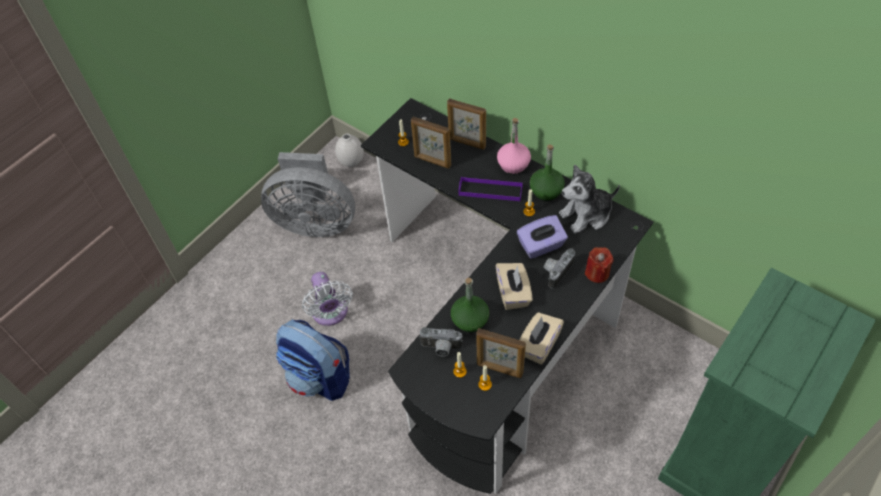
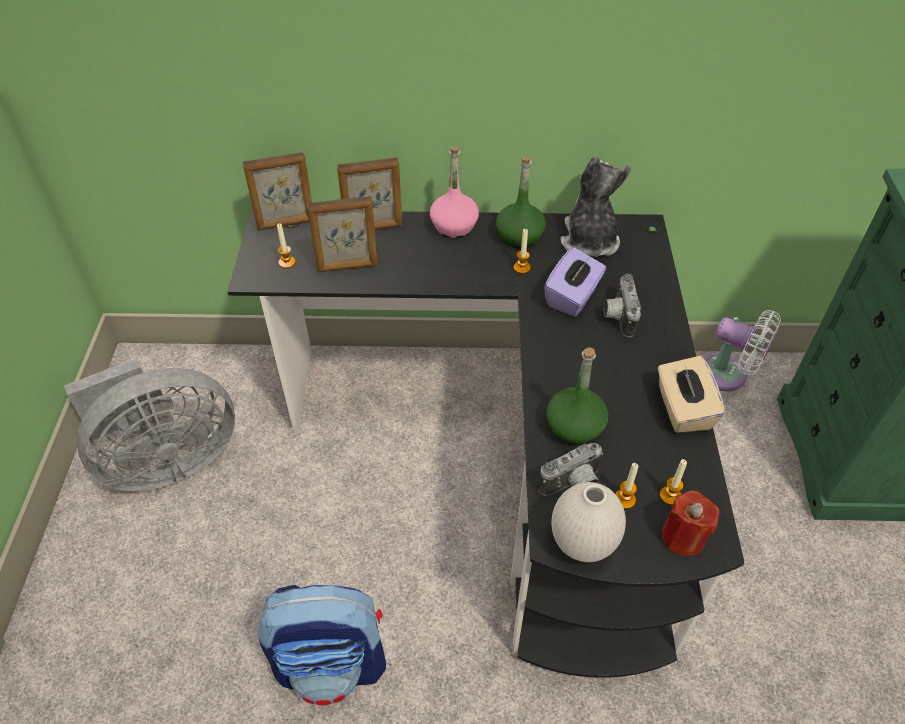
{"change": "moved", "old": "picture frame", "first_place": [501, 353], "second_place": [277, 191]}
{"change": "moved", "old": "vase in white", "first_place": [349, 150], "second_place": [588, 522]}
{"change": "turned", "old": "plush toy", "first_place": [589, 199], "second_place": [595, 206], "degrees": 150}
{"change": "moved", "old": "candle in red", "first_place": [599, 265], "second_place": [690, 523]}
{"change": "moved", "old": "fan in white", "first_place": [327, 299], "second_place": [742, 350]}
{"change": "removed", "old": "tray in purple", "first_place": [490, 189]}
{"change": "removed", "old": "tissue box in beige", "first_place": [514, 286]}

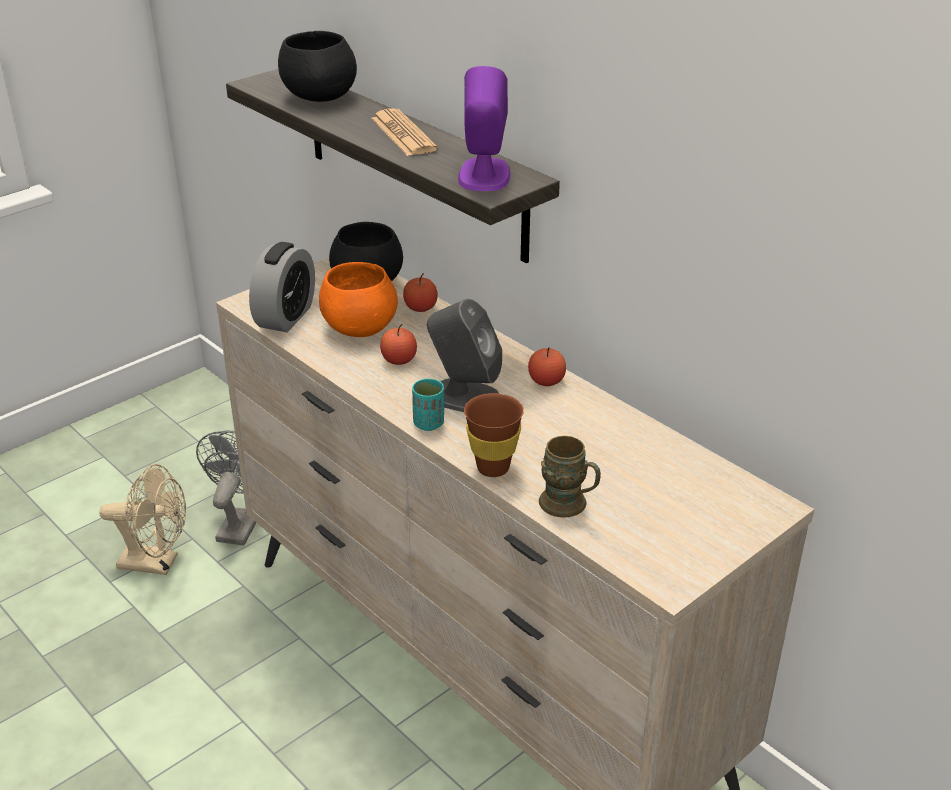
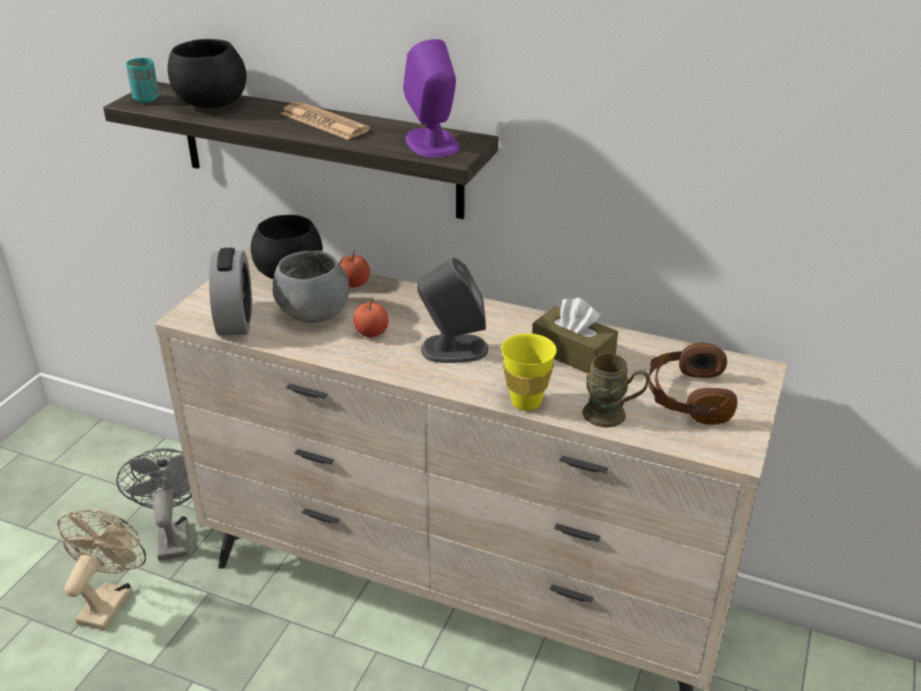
{"change": "turned", "old": "fan in beige", "first_place": [142, 519], "second_place": [101, 569], "degrees": -60}
{"change": "moved", "old": "cup in turquoise", "first_place": [428, 404], "second_place": [142, 80]}
{"change": "recoloured", "old": "bowl in orange", "new": "bowl in grey", "first_place": [358, 299], "second_place": [311, 286]}
{"change": "recoloured", "old": "cup in brown", "new": "cup in yellow", "first_place": [494, 435], "second_place": [529, 372]}
{"change": "added", "new": "tissue box in brown", "second_place": [575, 336]}
{"change": "added", "new": "headphones in brown", "second_place": [692, 384]}
{"change": "removed", "old": "apple", "first_place": [547, 366]}

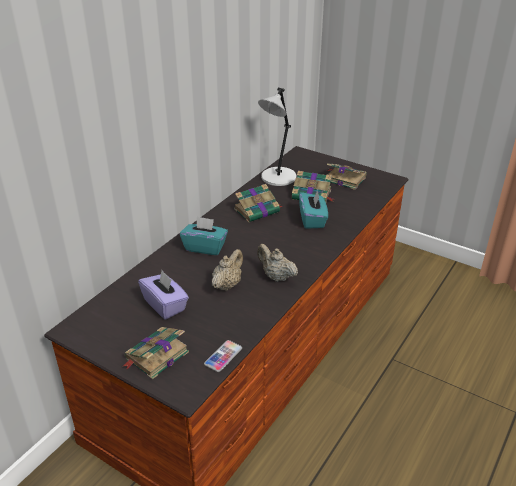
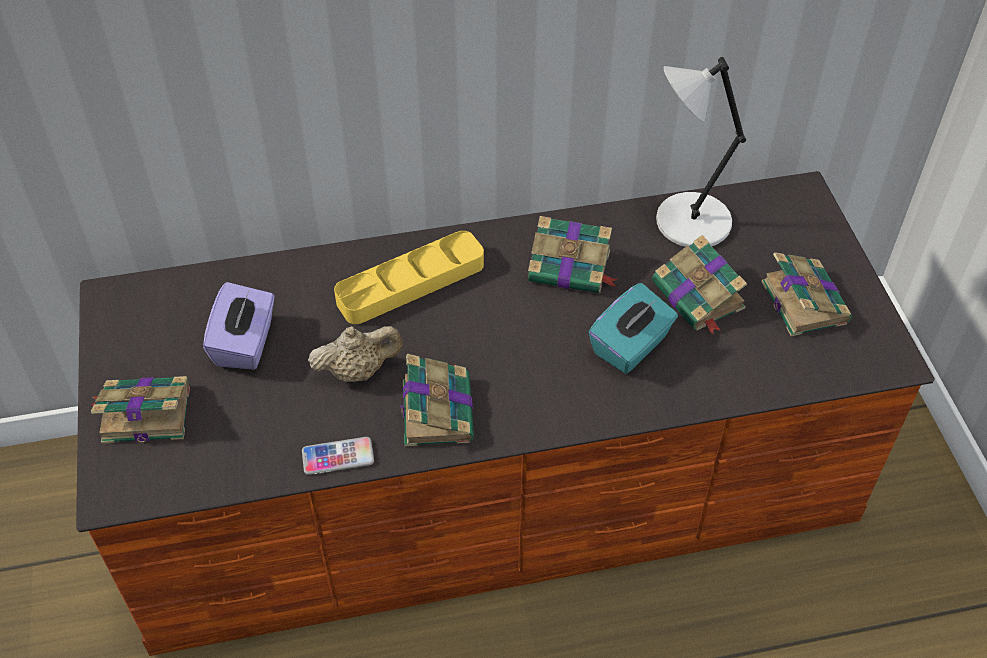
{"change": "moved", "old": "phone", "first_place": [223, 356], "second_place": [338, 456]}
{"change": "replaced", "old": "tissue box in turquoise", "new": "tray in yellow", "first_place": [204, 236], "second_place": [409, 277]}
{"change": "replaced", "old": "teapot in beige", "new": "book", "first_place": [277, 263], "second_place": [437, 400]}

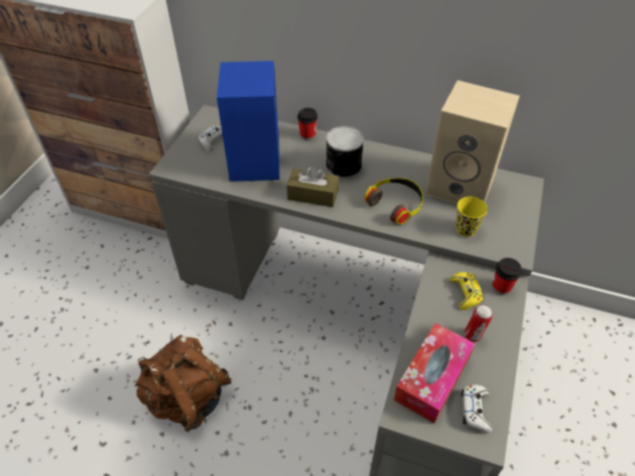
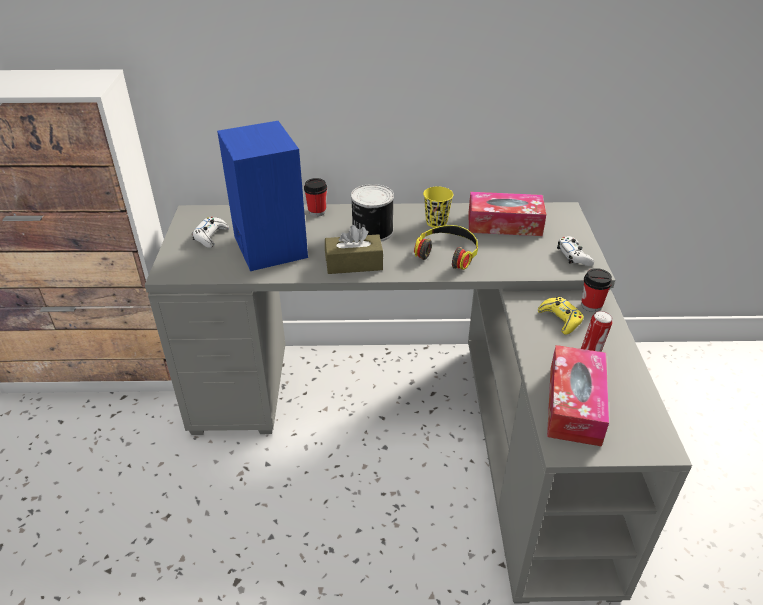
{"change": "moved", "old": "cup in yellow", "first_place": [472, 217], "second_place": [438, 207]}
{"change": "replaced", "old": "speaker in beige", "new": "tissue box", "first_place": [472, 142], "second_place": [507, 214]}
{"change": "moved", "old": "game controller in white", "first_place": [477, 409], "second_place": [575, 251]}
{"change": "removed", "old": "backpack in brown", "first_place": [183, 383]}

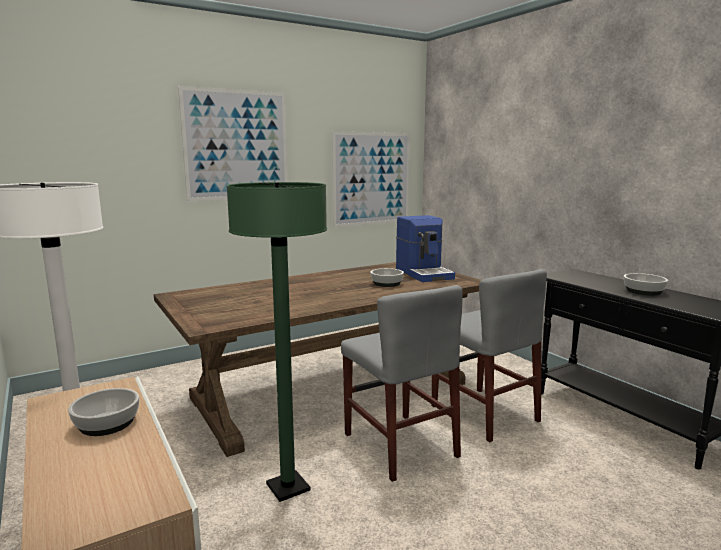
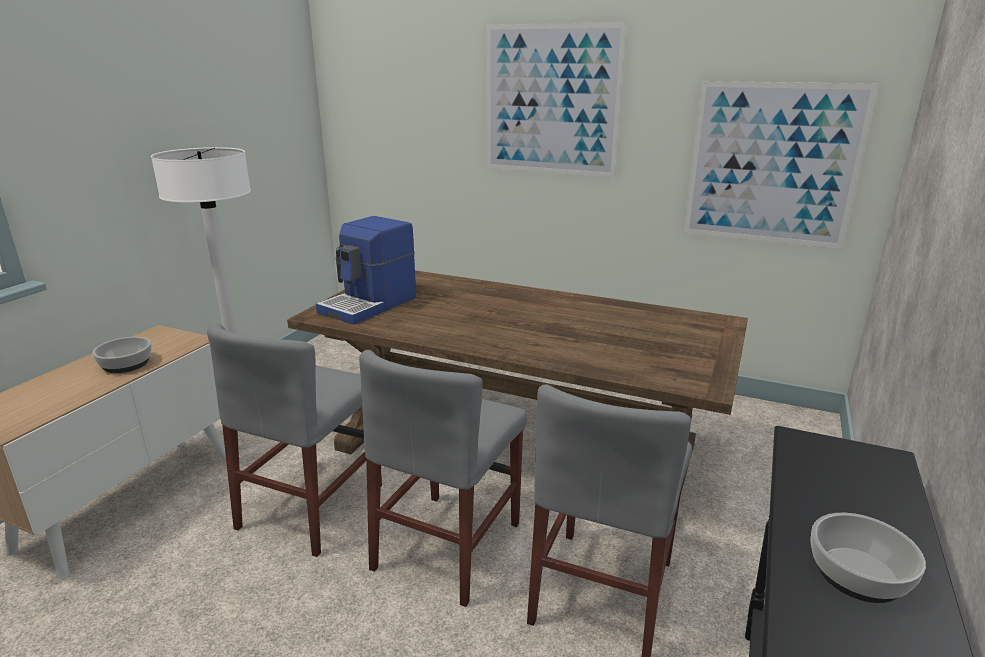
{"change": "replaced", "old": "floor lamp in green", "new": "chair in grey", "first_place": [276, 342], "second_place": [294, 440]}
{"change": "moved", "old": "coffee machine", "first_place": [425, 248], "second_place": [366, 270]}
{"change": "removed", "old": "bowl", "first_place": [387, 277]}

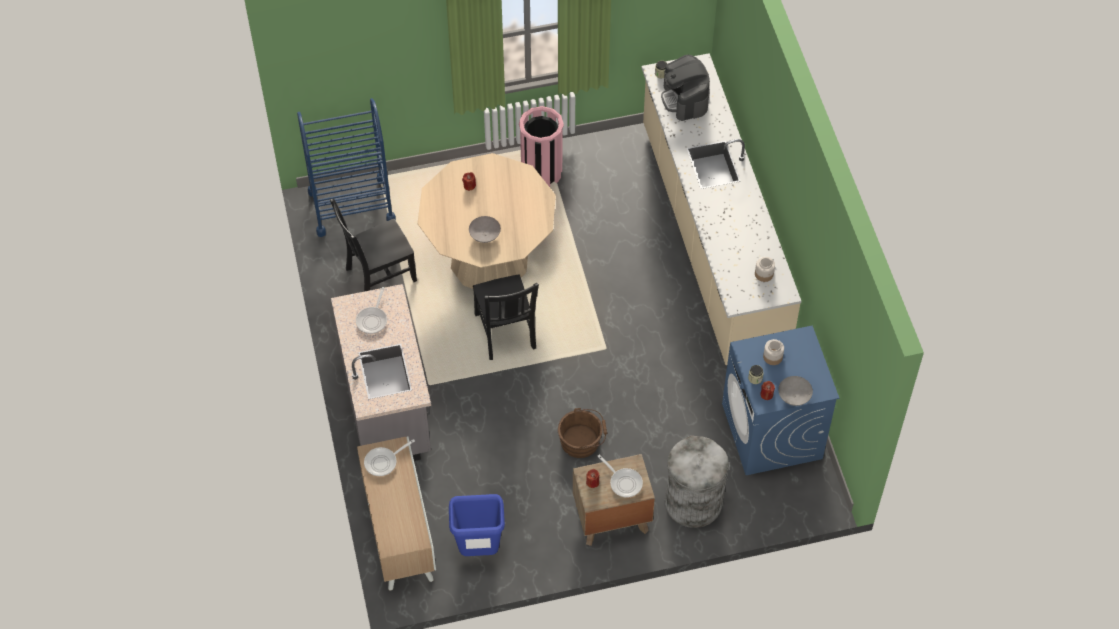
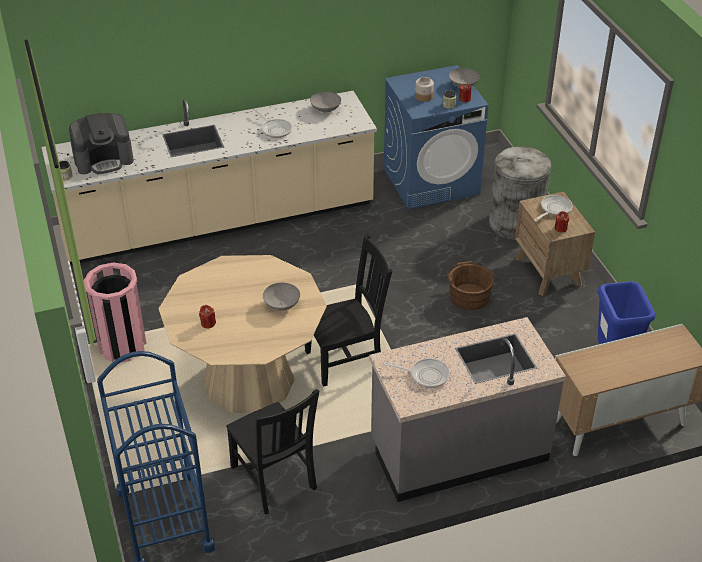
{"change": "moved", "old": "frying pan", "first_place": [389, 457], "second_place": [273, 123]}
{"change": "replaced", "old": "jar", "new": "bowl in grey", "first_place": [765, 269], "second_place": [325, 101]}

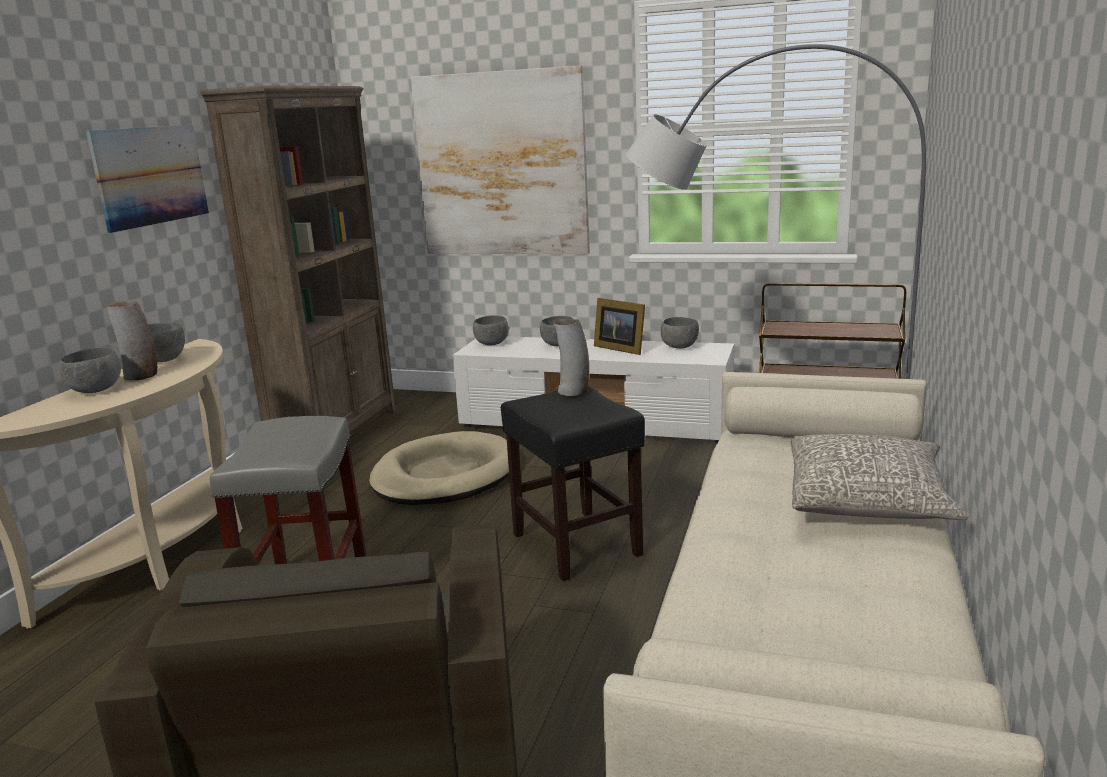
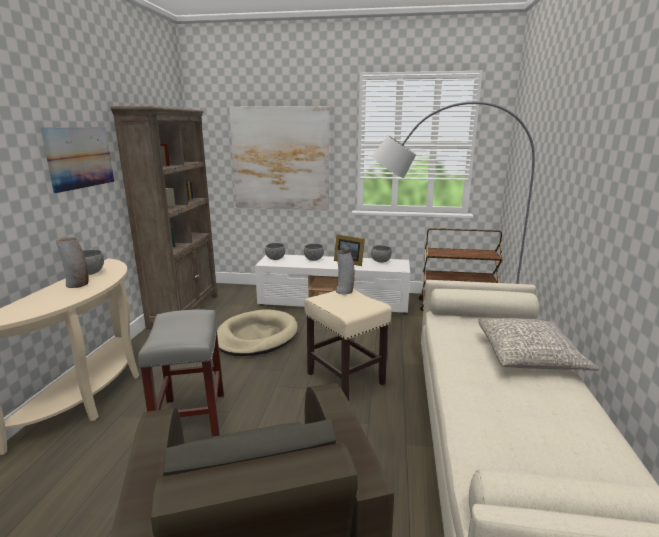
{"change": "recoloured", "old": "stool in black", "new": "stool in beige", "first_place": [573, 483], "second_place": [347, 345]}
{"change": "removed", "old": "bowl in grey", "first_place": [90, 370]}

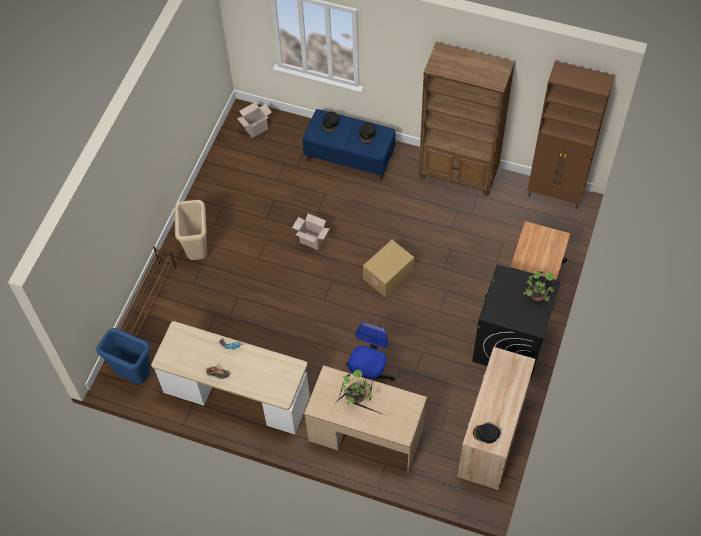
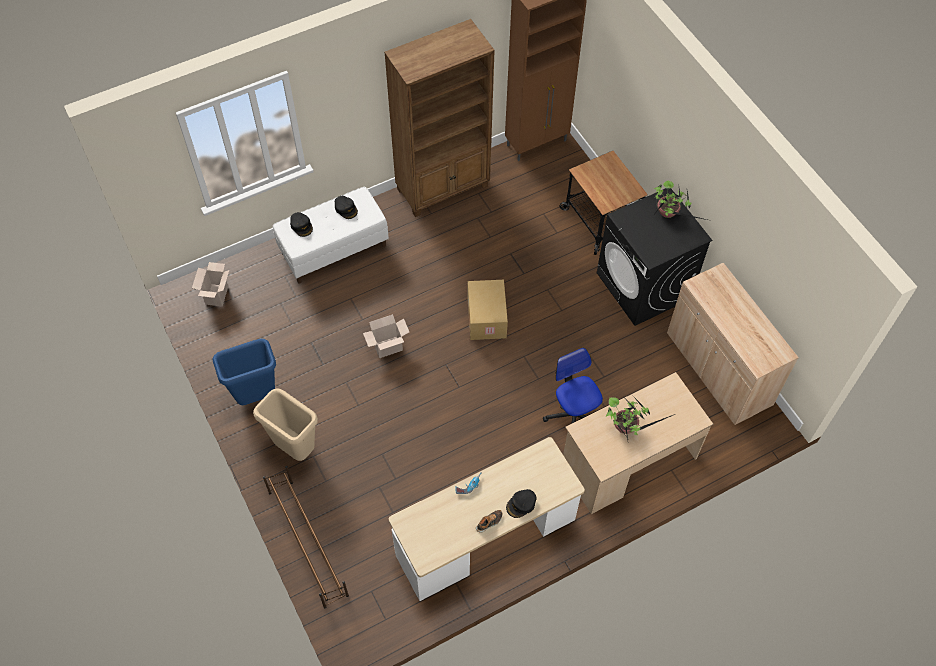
{"change": "moved", "old": "trash can in blue", "first_place": [123, 356], "second_place": [244, 372]}
{"change": "recoloured", "old": "bench in blue", "new": "bench in white", "first_place": [349, 145], "second_place": [331, 235]}
{"change": "moved", "old": "cap in black", "first_place": [486, 433], "second_place": [521, 503]}

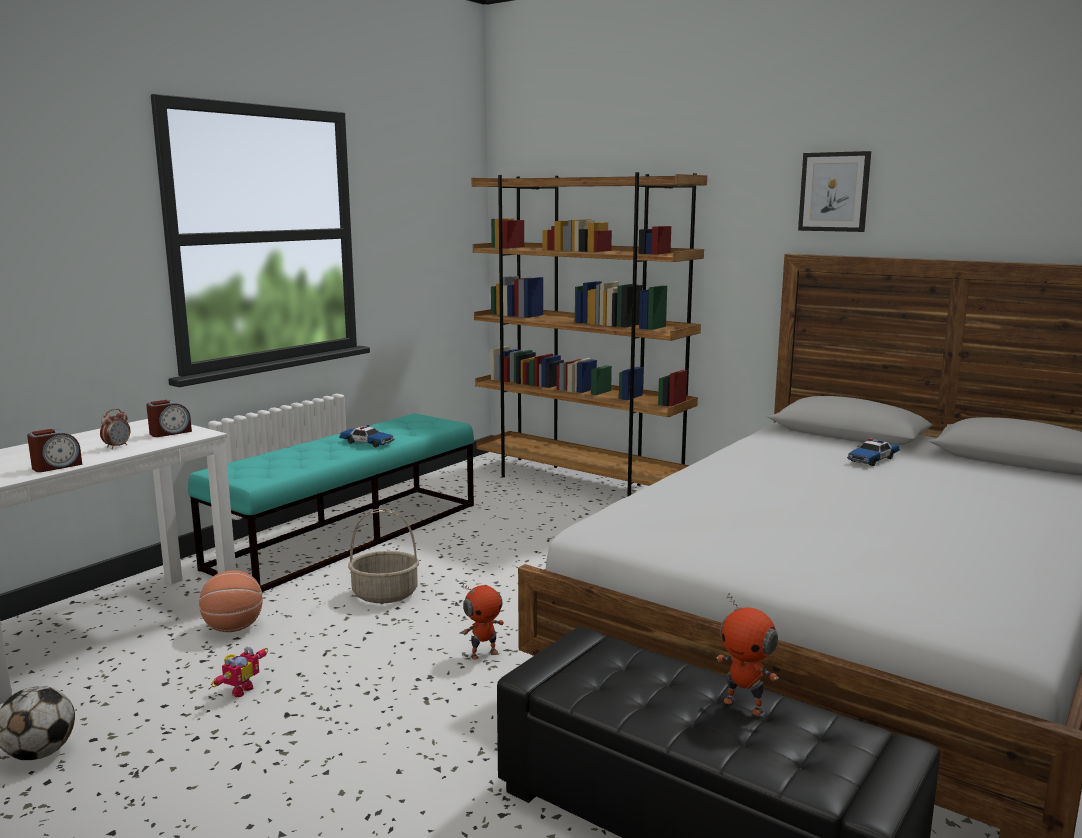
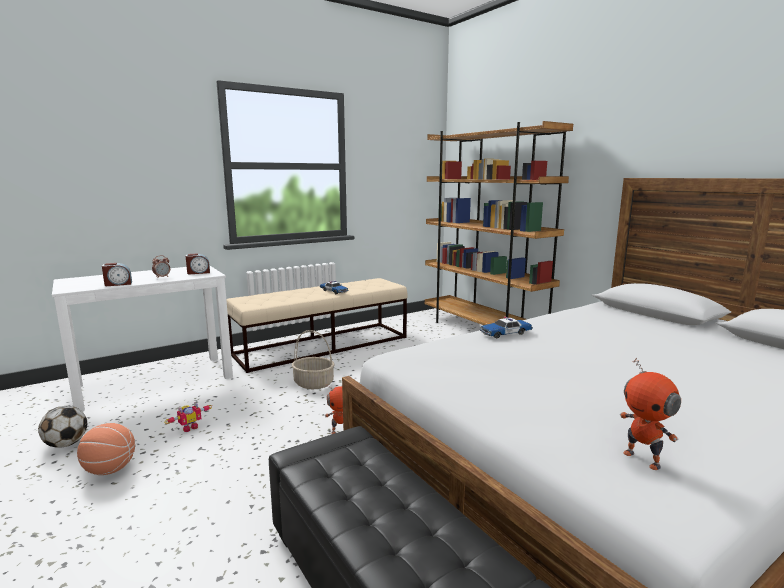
{"change": "moved", "old": "basketball", "first_place": [231, 601], "second_place": [106, 449]}
{"change": "recoloured", "old": "bench in turquoise", "new": "bench in beige", "first_place": [331, 503], "second_place": [317, 325]}
{"change": "moved", "old": "toy car", "first_place": [873, 452], "second_place": [506, 327]}
{"change": "moved", "old": "toy robot", "first_place": [747, 654], "second_place": [650, 414]}
{"change": "removed", "old": "picture", "first_place": [834, 191]}

